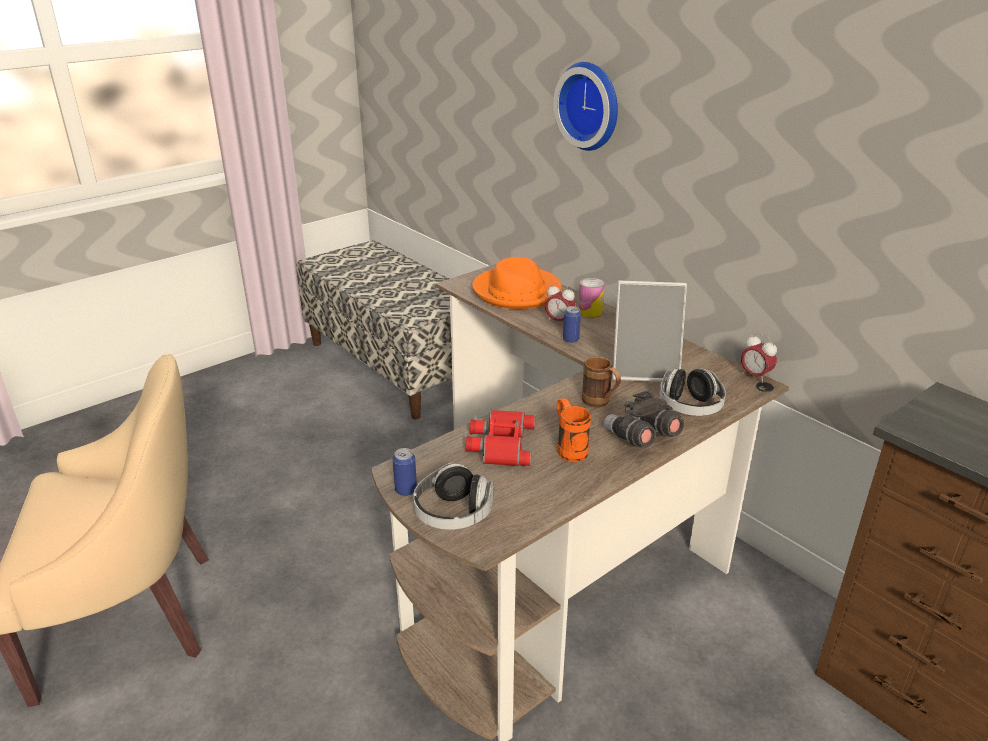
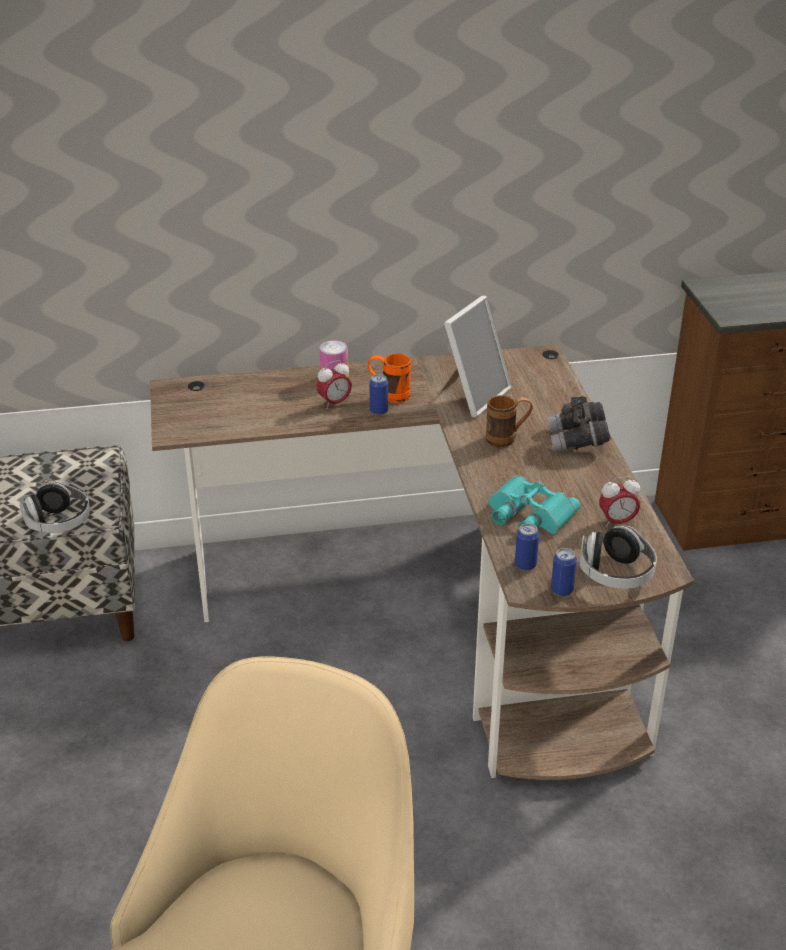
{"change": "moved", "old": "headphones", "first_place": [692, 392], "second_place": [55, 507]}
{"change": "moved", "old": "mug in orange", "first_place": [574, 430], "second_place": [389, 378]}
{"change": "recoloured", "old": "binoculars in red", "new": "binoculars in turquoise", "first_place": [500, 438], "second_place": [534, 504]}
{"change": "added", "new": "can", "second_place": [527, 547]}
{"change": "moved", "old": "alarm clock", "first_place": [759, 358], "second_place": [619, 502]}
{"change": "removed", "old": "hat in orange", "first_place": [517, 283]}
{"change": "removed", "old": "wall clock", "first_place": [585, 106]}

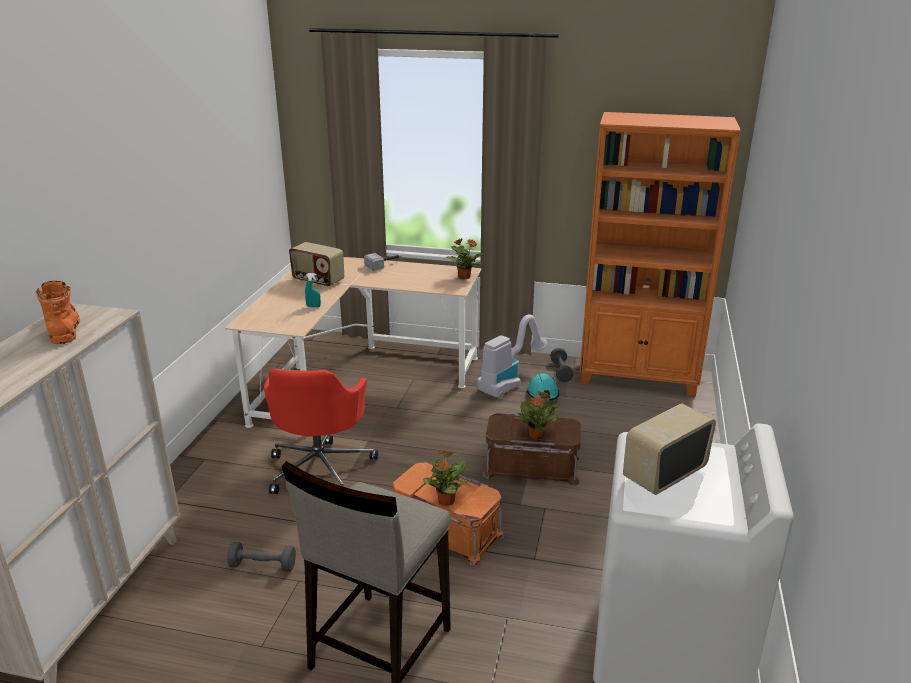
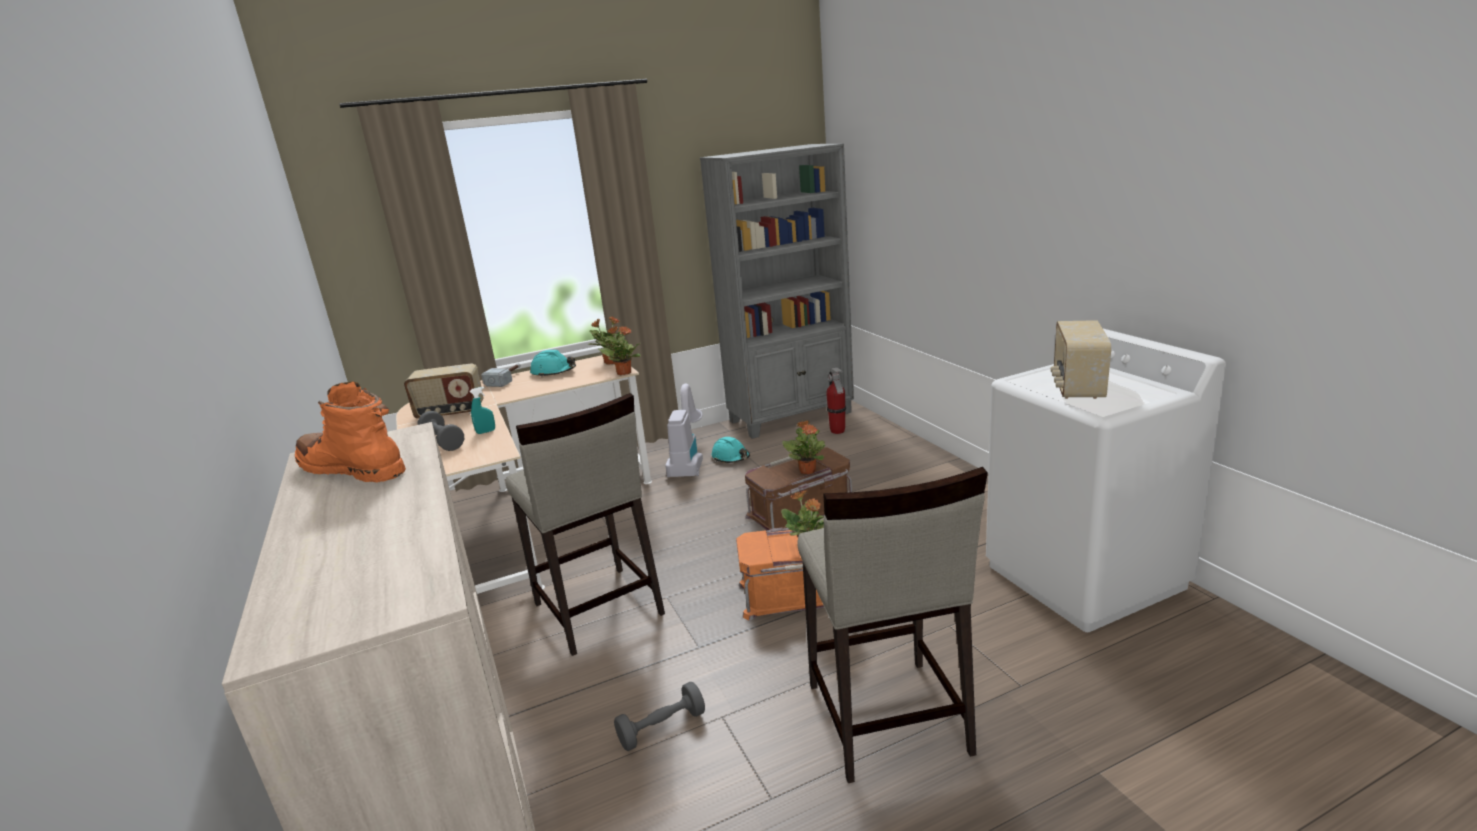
{"change": "moved", "old": "dumbbell in grey", "first_place": [562, 365], "second_place": [441, 431]}
{"change": "replaced", "old": "office chair in red", "new": "stool in beige", "first_place": [321, 431], "second_place": [585, 524]}
{"change": "added", "new": "hard hat in turquoise", "second_place": [553, 363]}
{"change": "added", "new": "potted plant", "second_place": [619, 351]}
{"change": "recoloured", "old": "bookcase in orange", "new": "bookcase in grey", "first_place": [660, 254], "second_place": [777, 291]}
{"change": "added", "new": "fire extinguisher", "second_place": [836, 401]}

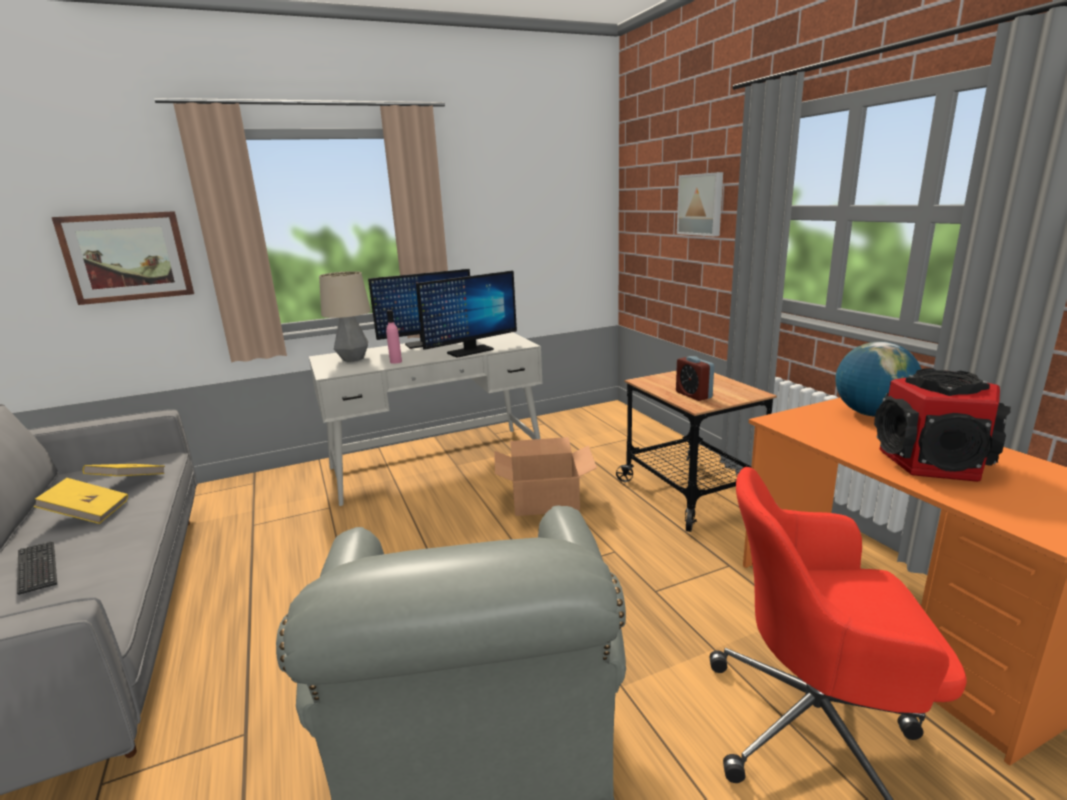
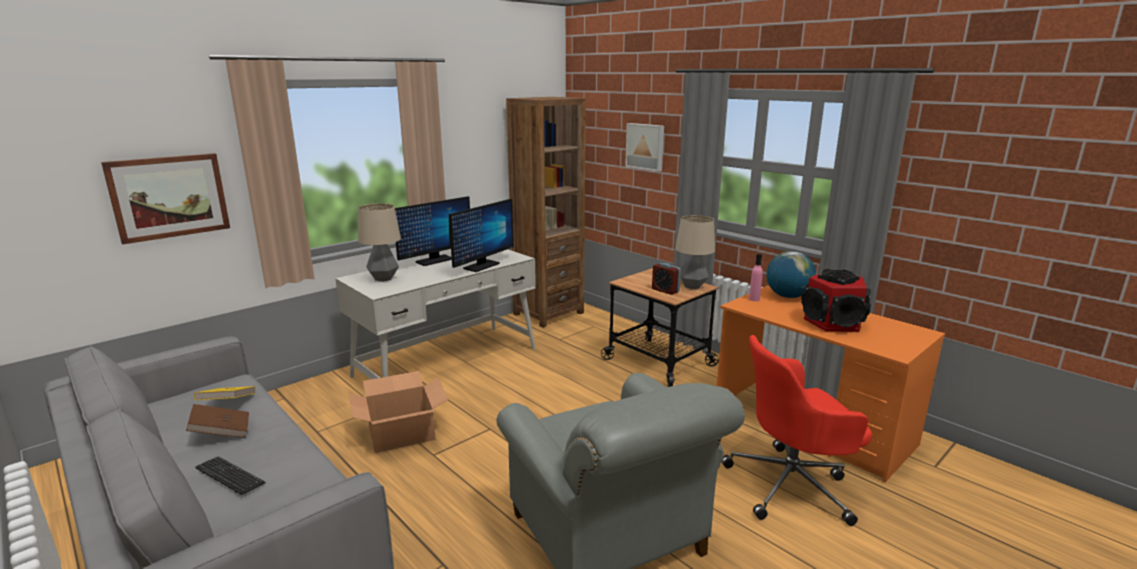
{"change": "recoloured", "old": "book in yellow", "new": "book in brown", "first_place": [81, 501], "second_place": [217, 421]}
{"change": "moved", "old": "cardboard box", "first_place": [546, 476], "second_place": [398, 412]}
{"change": "added", "new": "bookcase in brown", "second_place": [546, 212]}
{"change": "added", "new": "table lamp", "second_place": [695, 252]}
{"change": "moved", "old": "bottle in pink", "first_place": [394, 337], "second_place": [756, 277]}

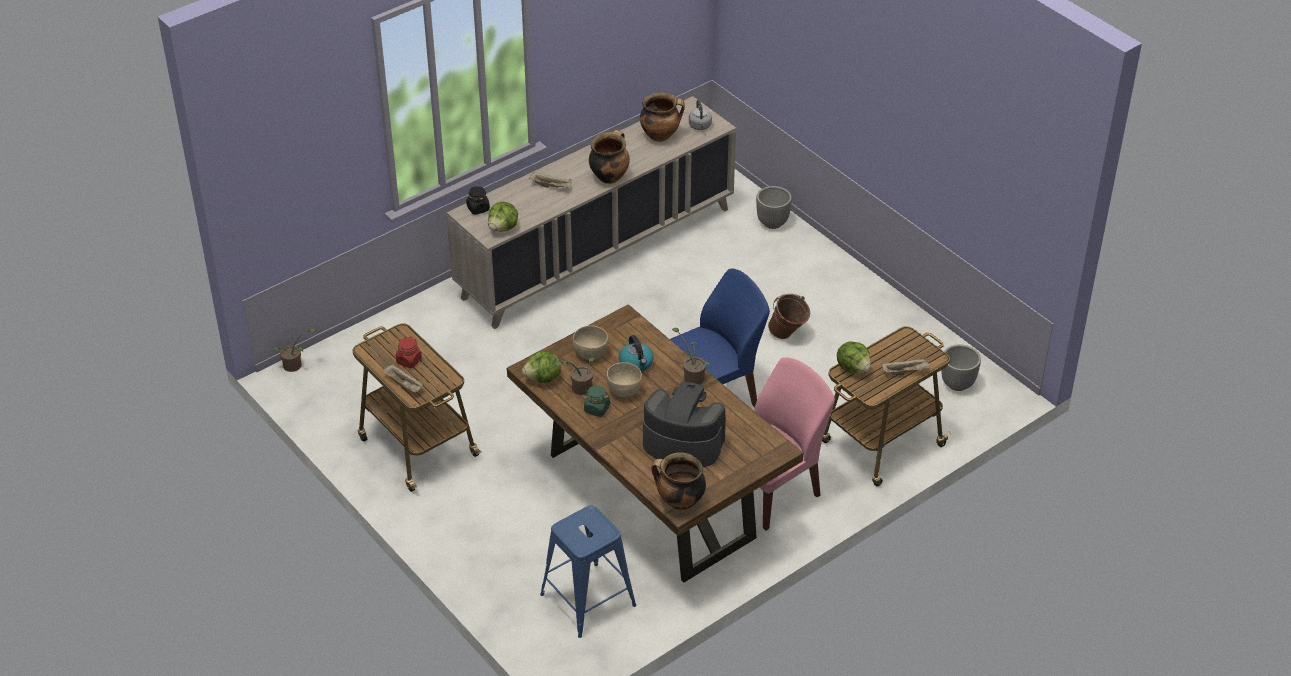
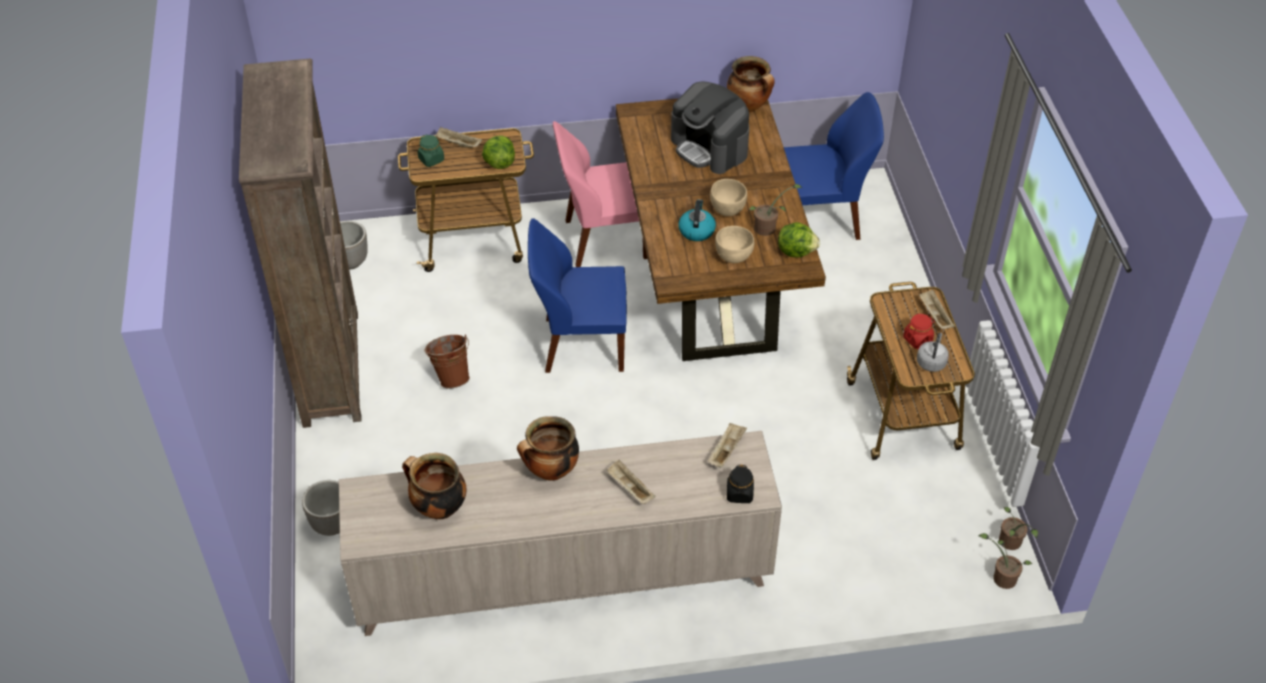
{"change": "added", "new": "bookcase in brown", "second_place": [300, 243]}
{"change": "moved", "old": "jar in green", "first_place": [596, 401], "second_place": [431, 150]}
{"change": "replaced", "old": "lettuce", "new": "tray in beige", "first_place": [503, 217], "second_place": [727, 445]}
{"change": "replaced", "old": "stool in blue", "new": "chair in blue", "first_place": [588, 571], "second_place": [834, 166]}
{"change": "moved", "old": "kettle in grey", "first_place": [700, 115], "second_place": [933, 352]}
{"change": "moved", "old": "potted plant", "first_place": [691, 356], "second_place": [1018, 528]}

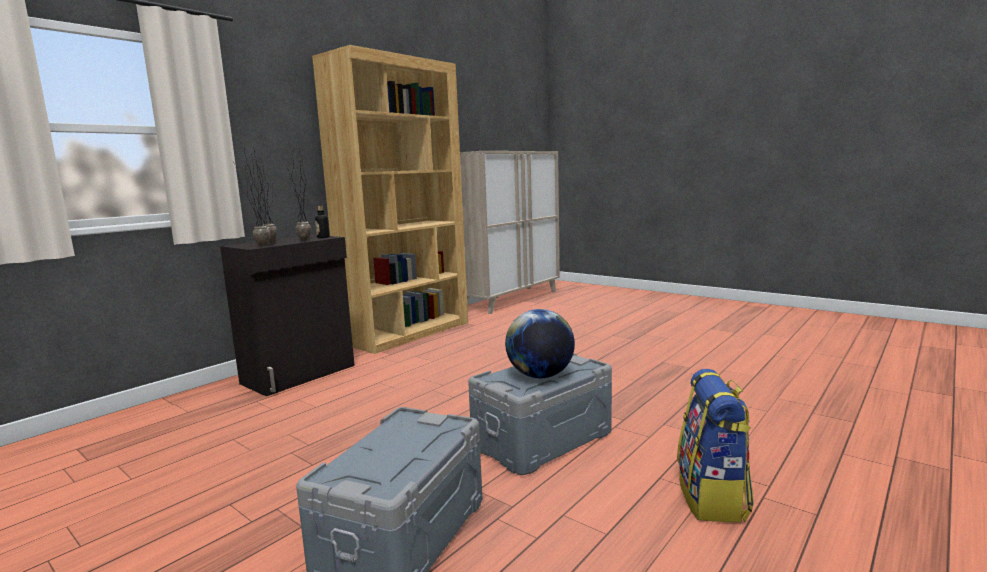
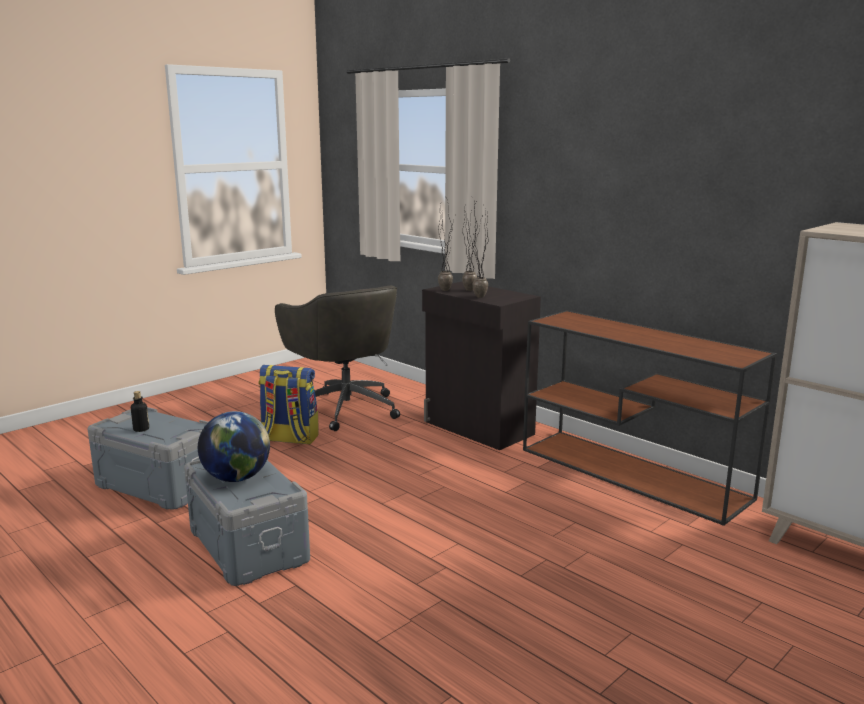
{"change": "moved", "old": "bottle", "first_place": [322, 221], "second_place": [140, 411]}
{"change": "moved", "old": "backpack", "first_place": [715, 445], "second_place": [288, 405]}
{"change": "added", "new": "office chair in grey", "second_place": [337, 358]}
{"change": "replaced", "old": "bookcase in brown", "new": "console table in brown", "first_place": [390, 199], "second_place": [650, 418]}

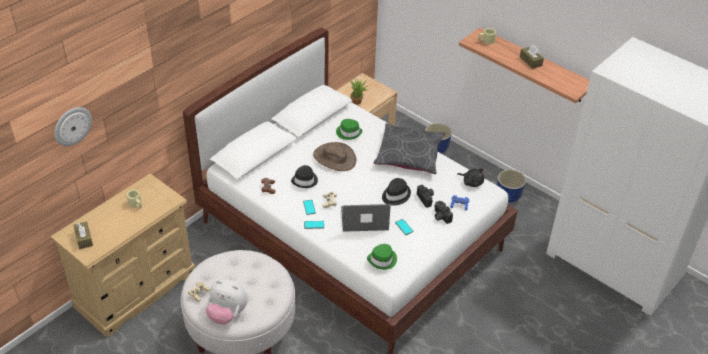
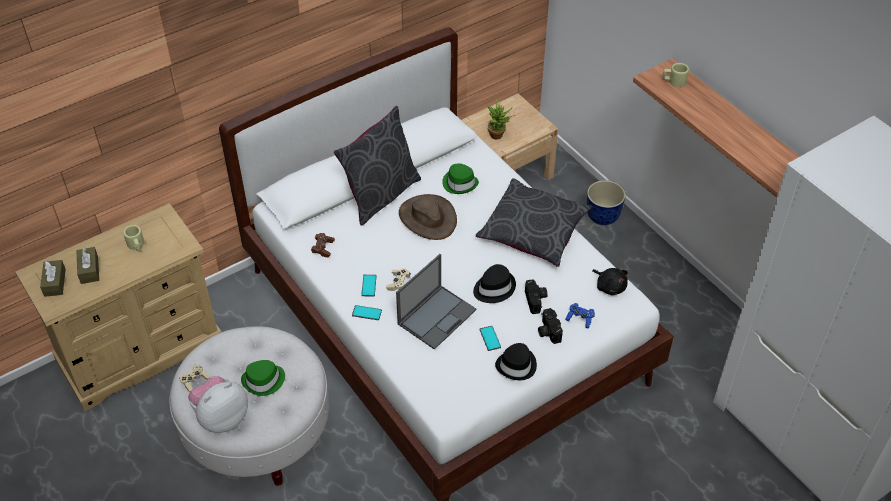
{"change": "moved", "old": "tissue box in brown", "first_place": [532, 57], "second_place": [87, 265]}
{"change": "turned", "old": "plush toy", "first_place": [227, 301], "second_place": [218, 404], "degrees": 105}
{"change": "moved", "old": "hat in green", "first_place": [382, 257], "second_place": [263, 378]}
{"change": "added", "new": "pillow in grey", "second_place": [377, 166]}
{"change": "turned", "old": "laptop", "first_place": [366, 218], "second_place": [436, 301], "degrees": 120}
{"change": "moved", "old": "hat in black", "first_place": [304, 176], "second_place": [516, 361]}
{"change": "removed", "old": "wall clock", "first_place": [73, 126]}
{"change": "removed", "old": "planter", "first_place": [511, 186]}

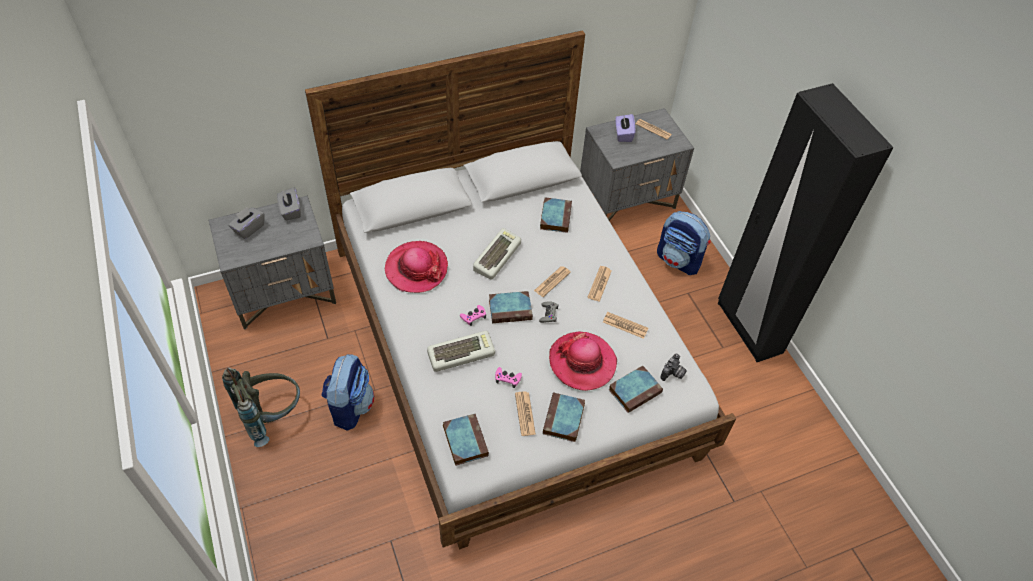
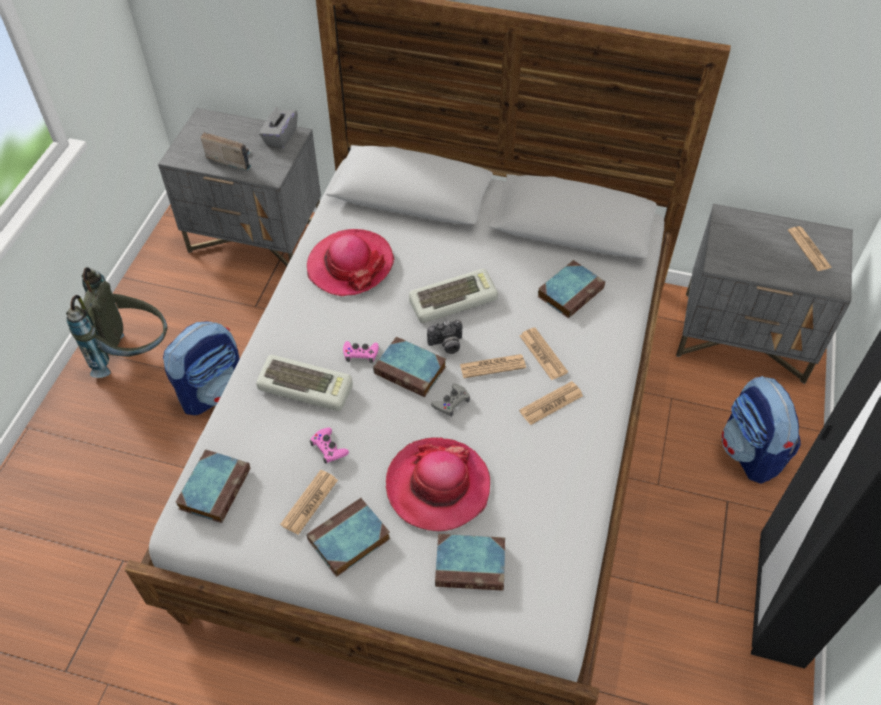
{"change": "added", "new": "radio", "second_place": [226, 151]}
{"change": "moved", "old": "photo camera", "first_place": [673, 367], "second_place": [444, 337]}
{"change": "moved", "old": "newspaper", "first_place": [625, 325], "second_place": [544, 354]}
{"change": "removed", "old": "tissue box in grey", "first_place": [246, 223]}
{"change": "removed", "old": "tissue box in purple", "first_place": [625, 128]}

